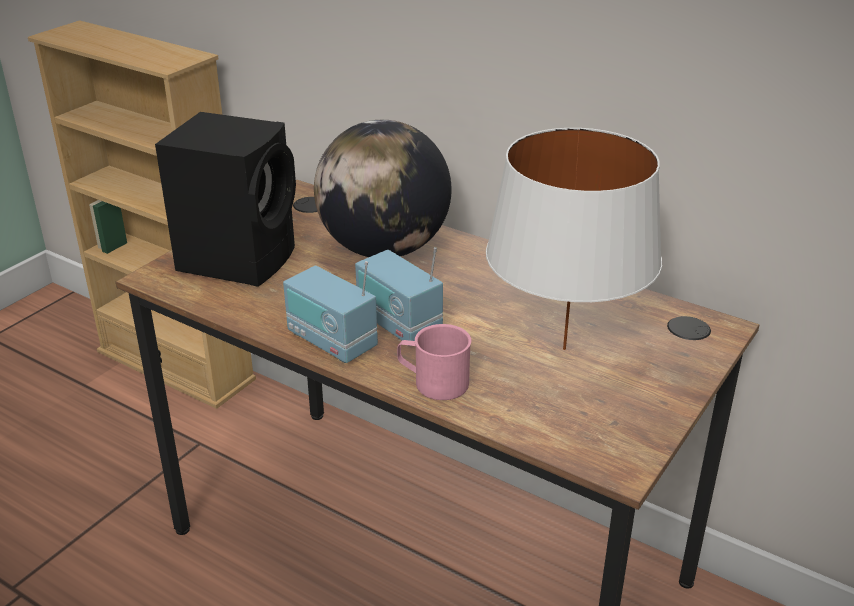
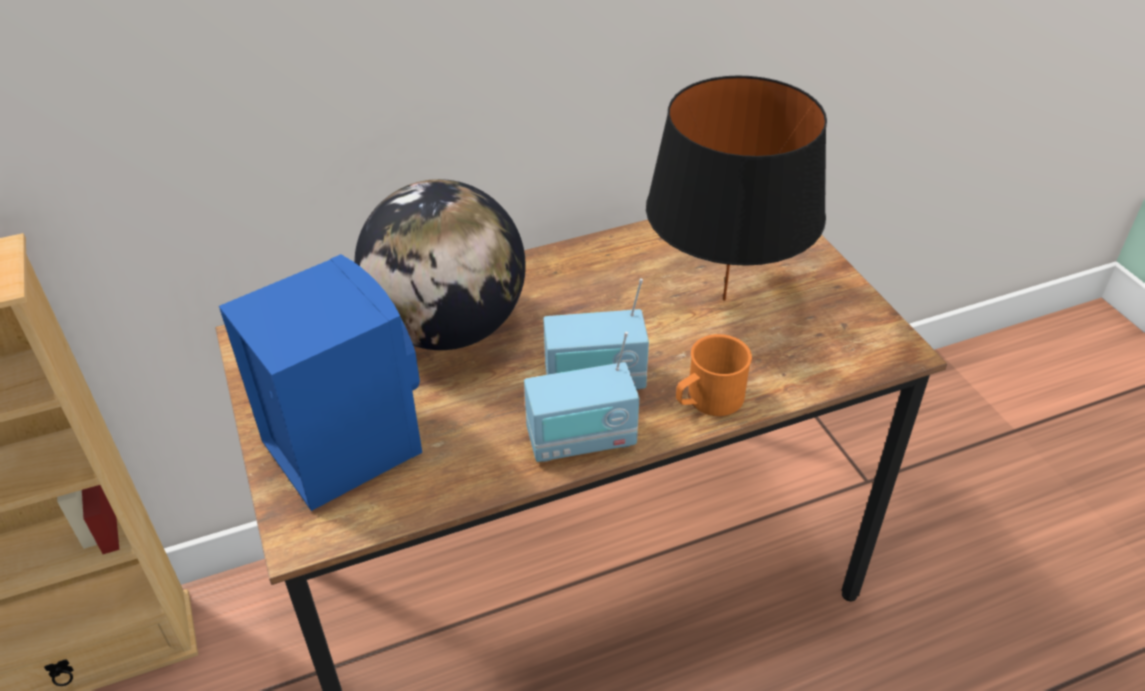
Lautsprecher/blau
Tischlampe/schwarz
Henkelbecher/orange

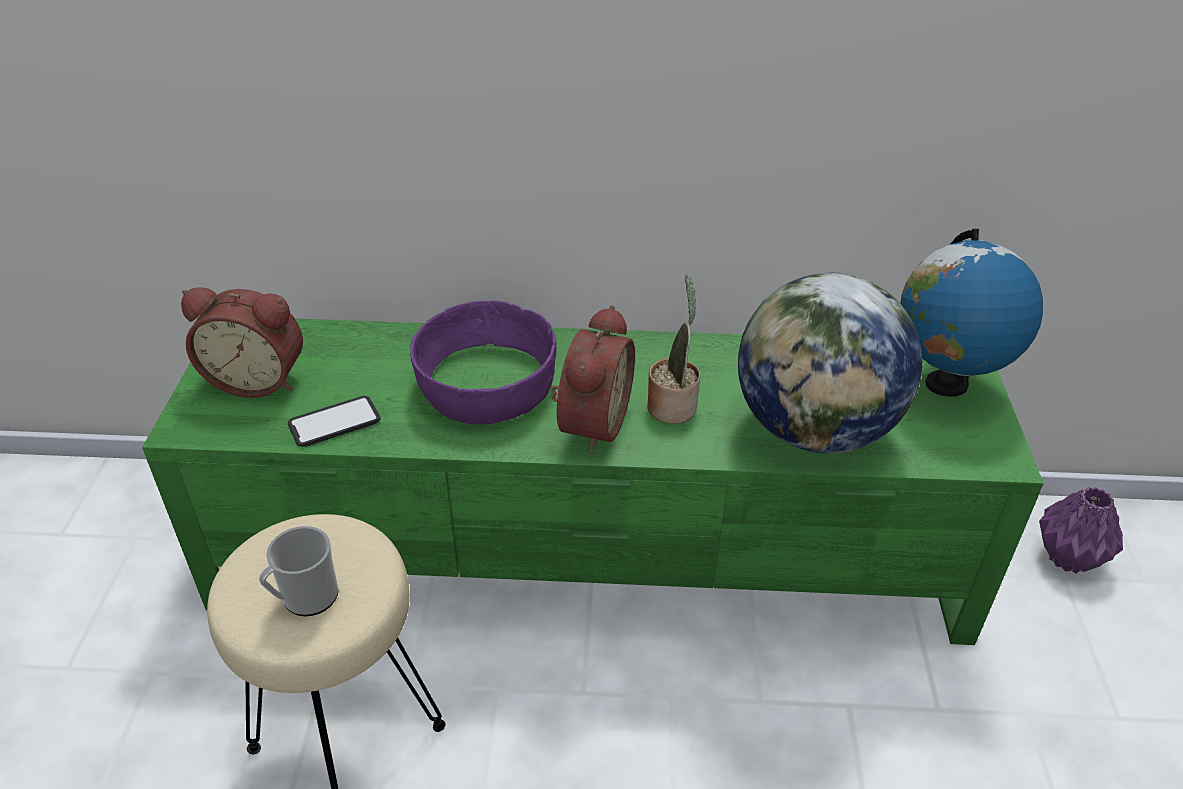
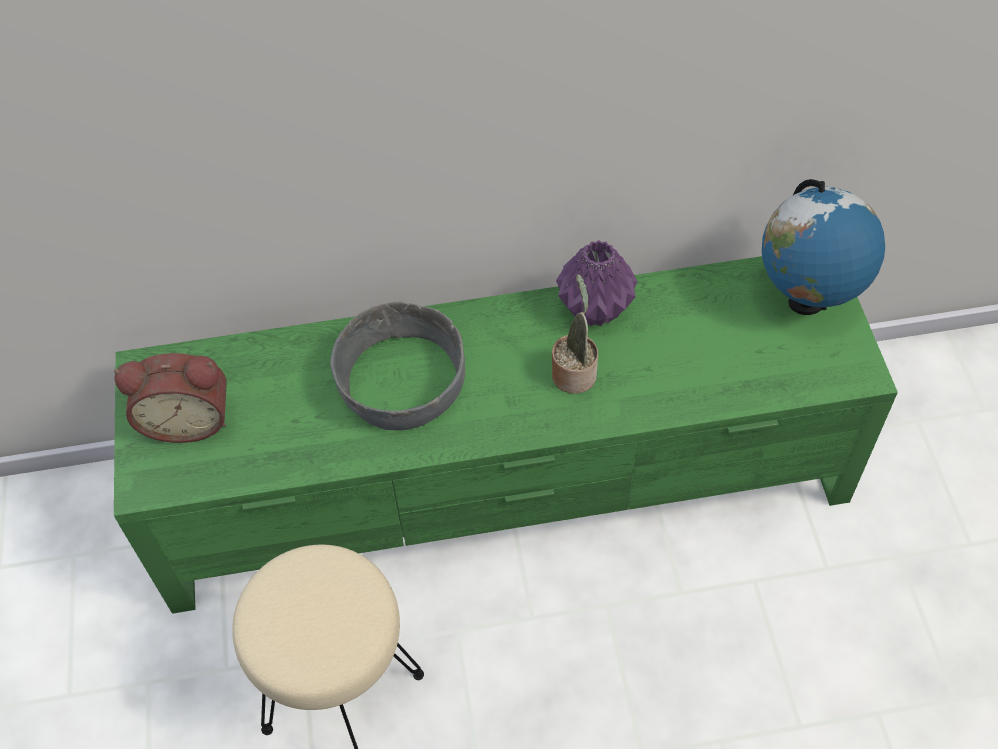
Schüssel/grau
Vase/lila
Henkelbecher
Handy
Wecker (no. 2 from left in the first image)
Globus (no. 1 from left in the first image)

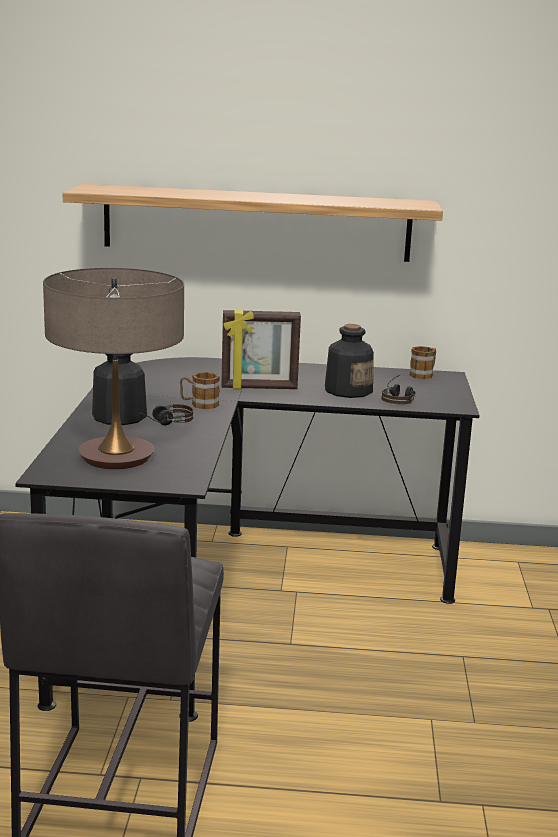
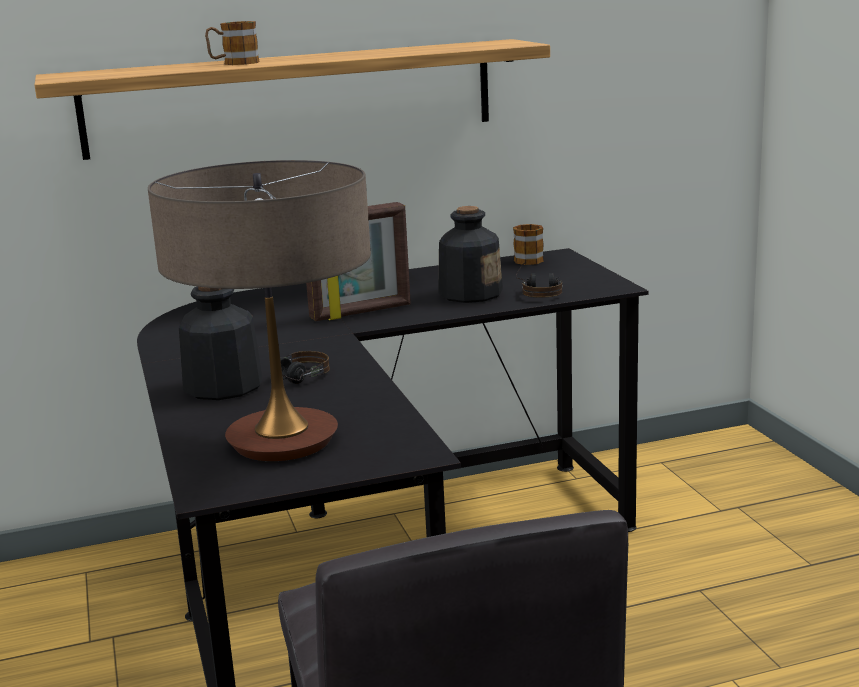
Henkelbecher (no. 1 from left)

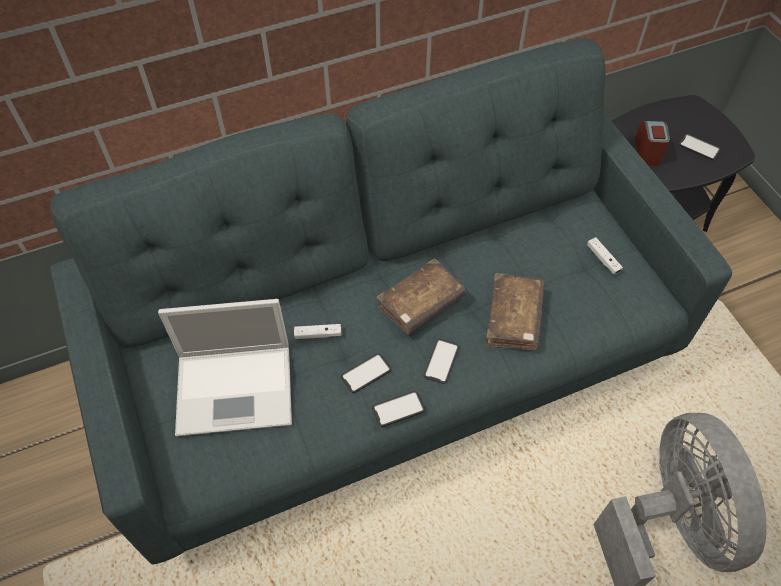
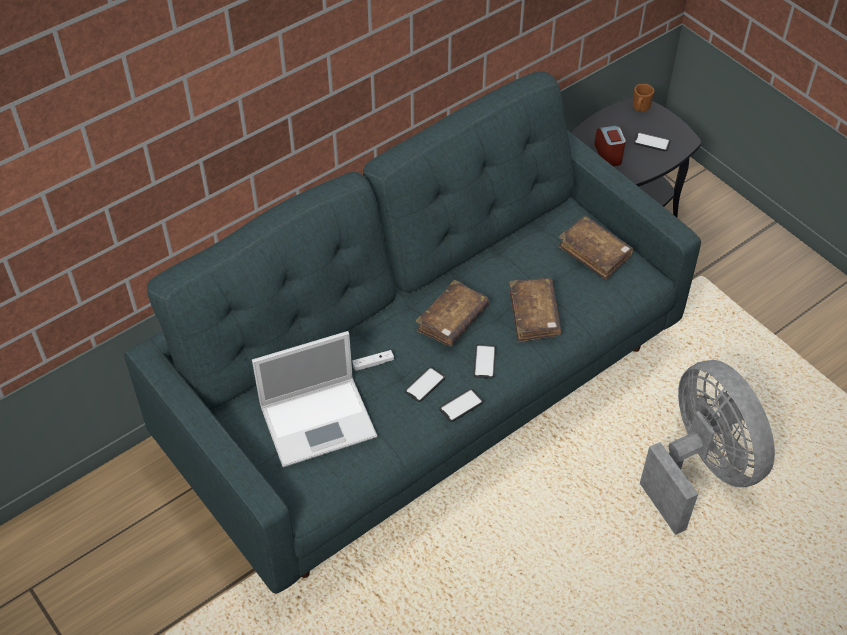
Buch/braun (no. 3 from left)
Henkelbecher/braun

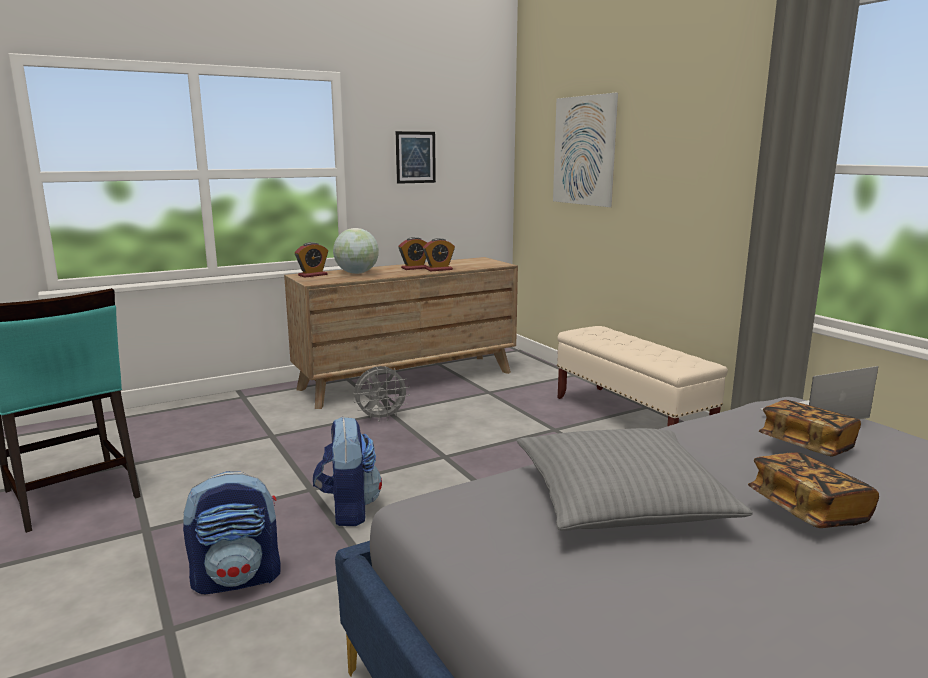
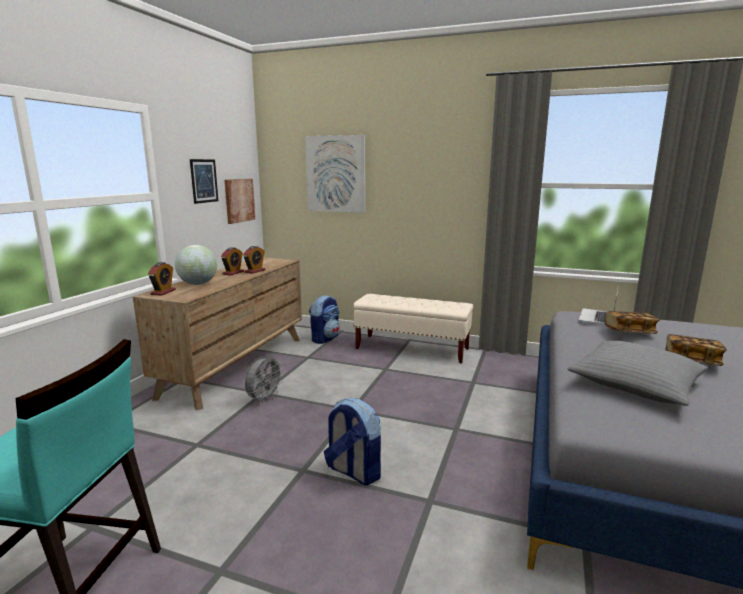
Bild (no. 2 from left)
Rucksack (no. 1 from left)

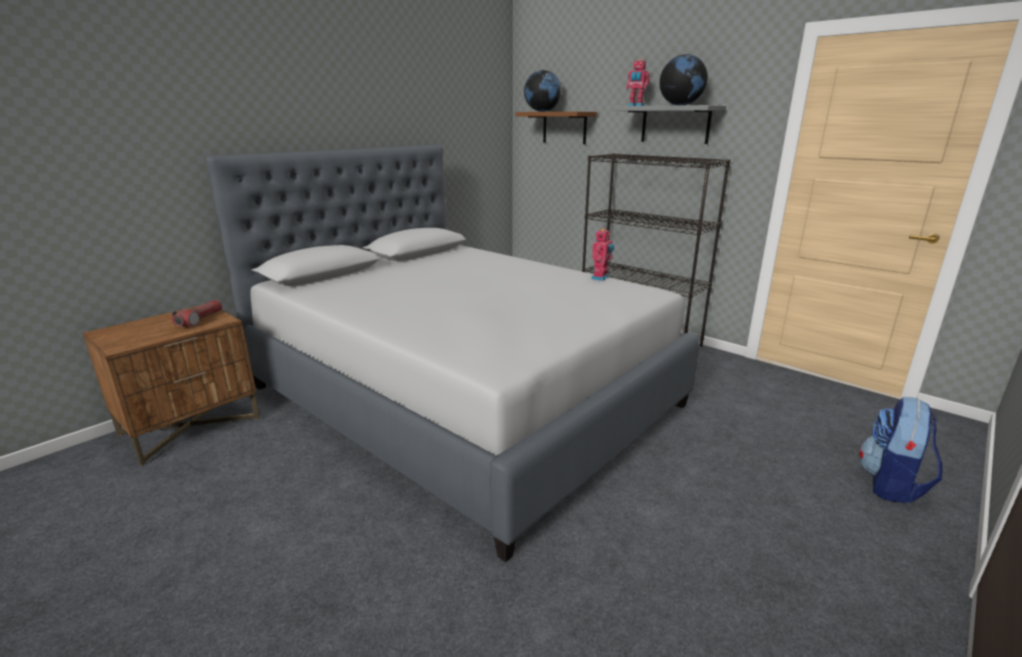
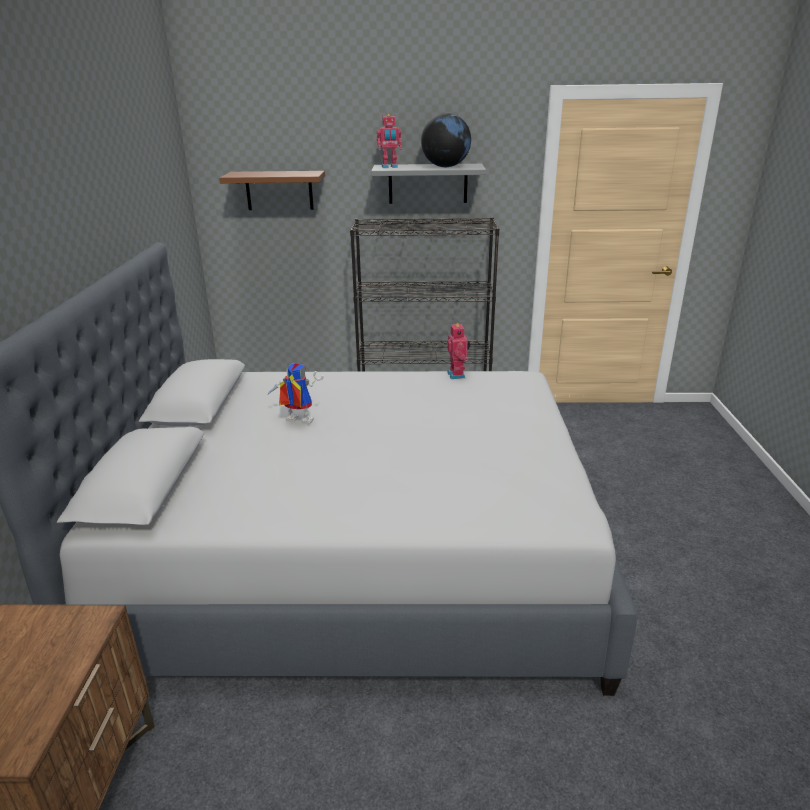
Spielzeugroboter (no. 1 from left)
Taschenlampe
Globus (no. 1 from left in the first image)
Rucksack

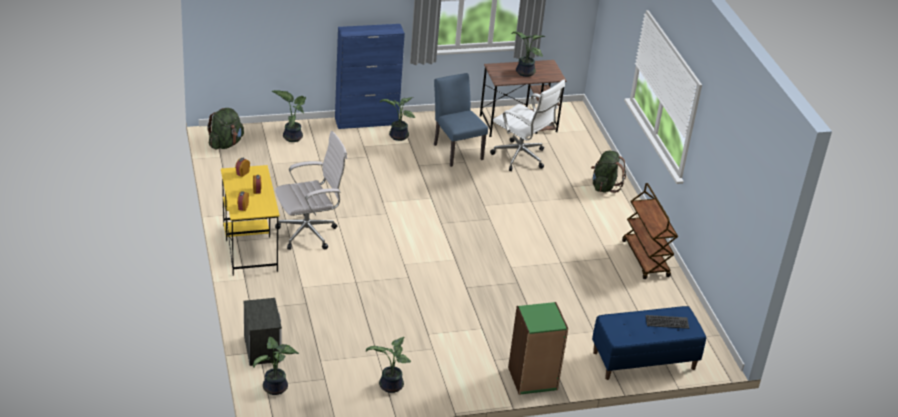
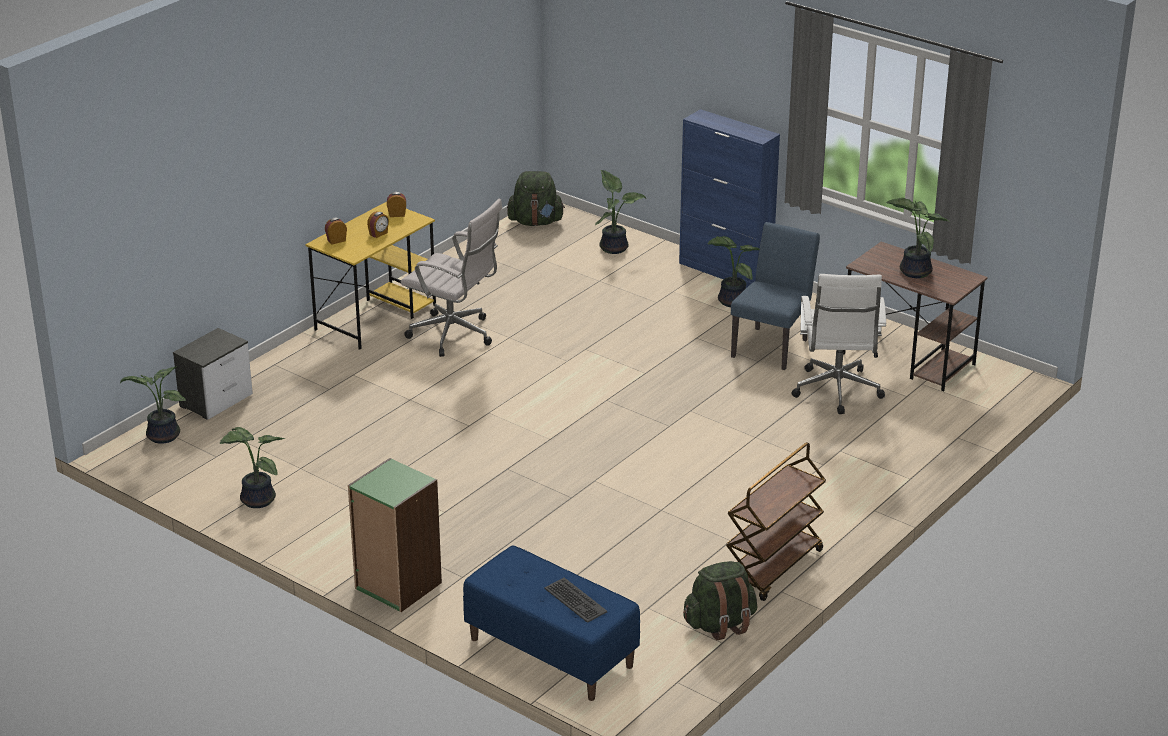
Rucksack/grün (no. 2 from left)

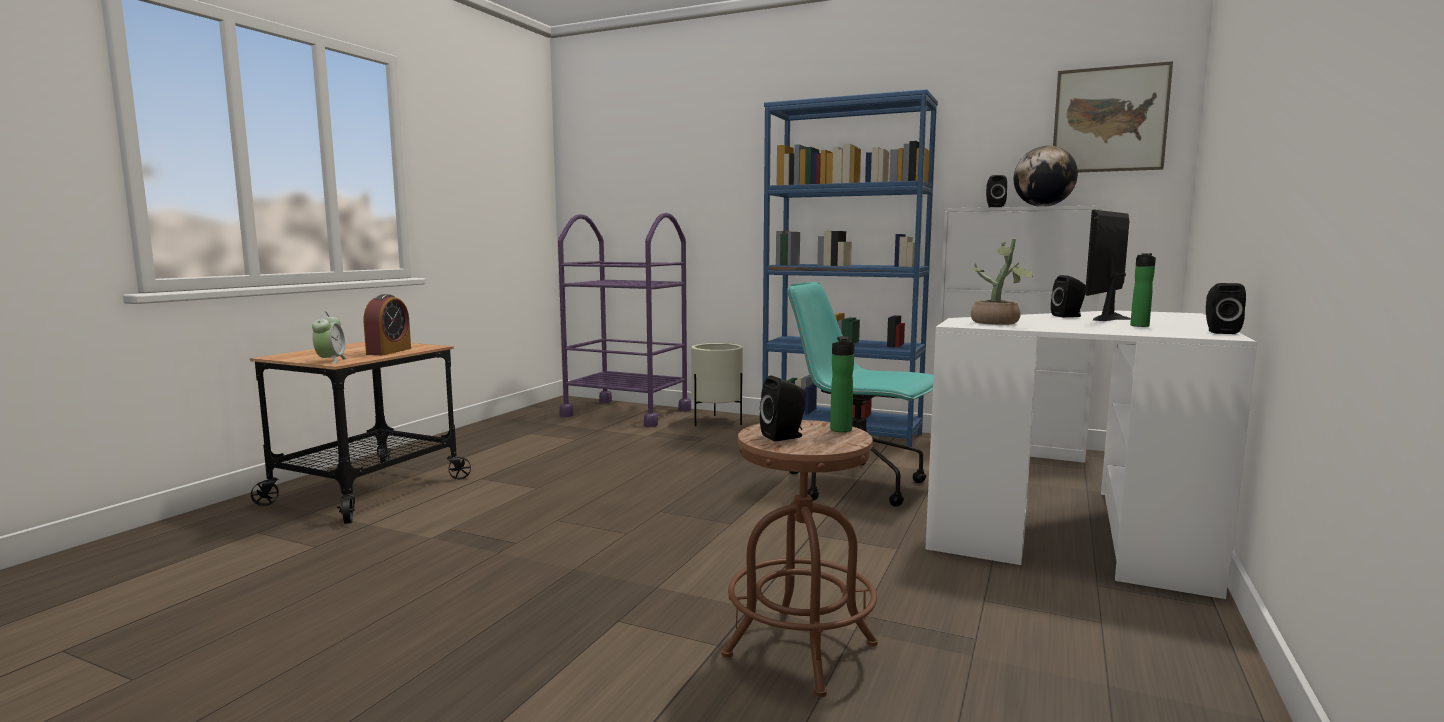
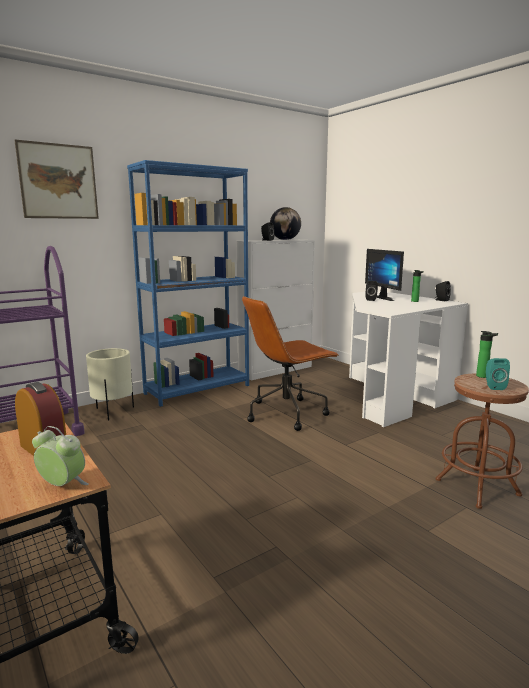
Bild
Bürostuhl/braun
Lautsprecher/türkis
Topfpflanze

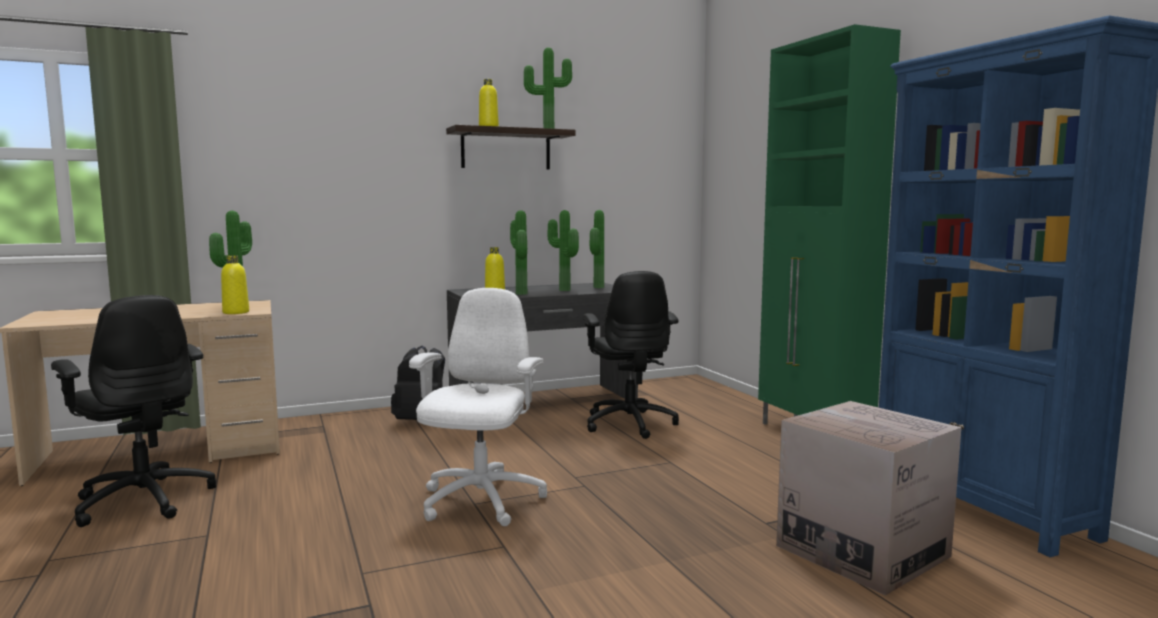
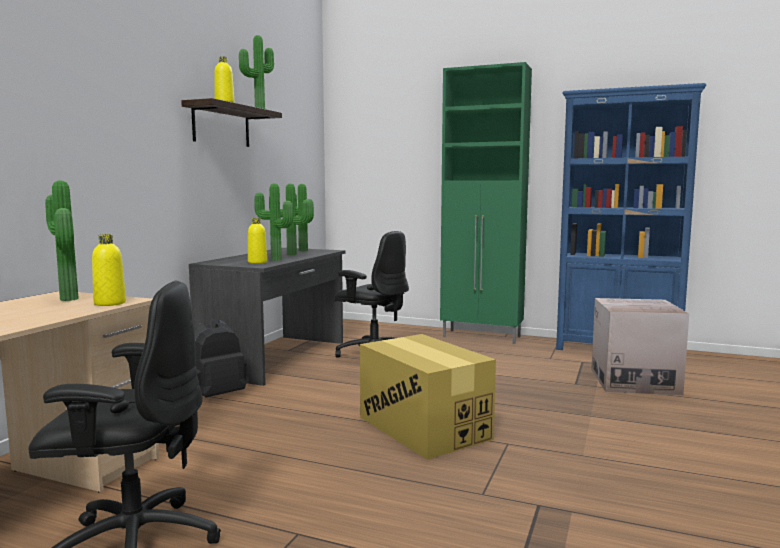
Karton (no. 1 from left)

